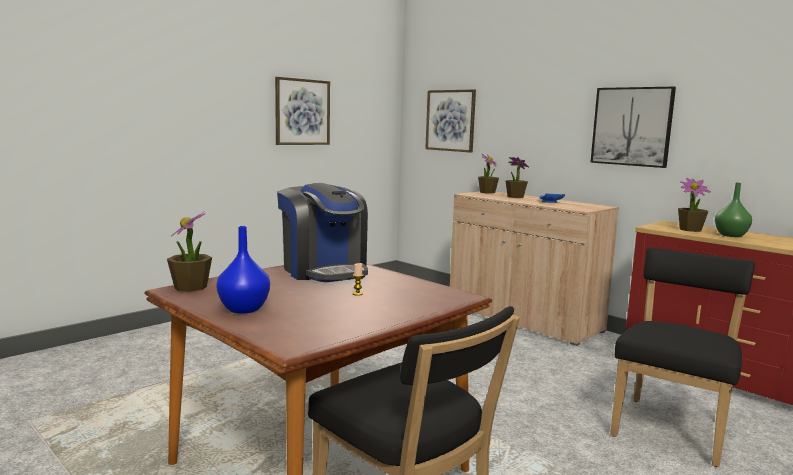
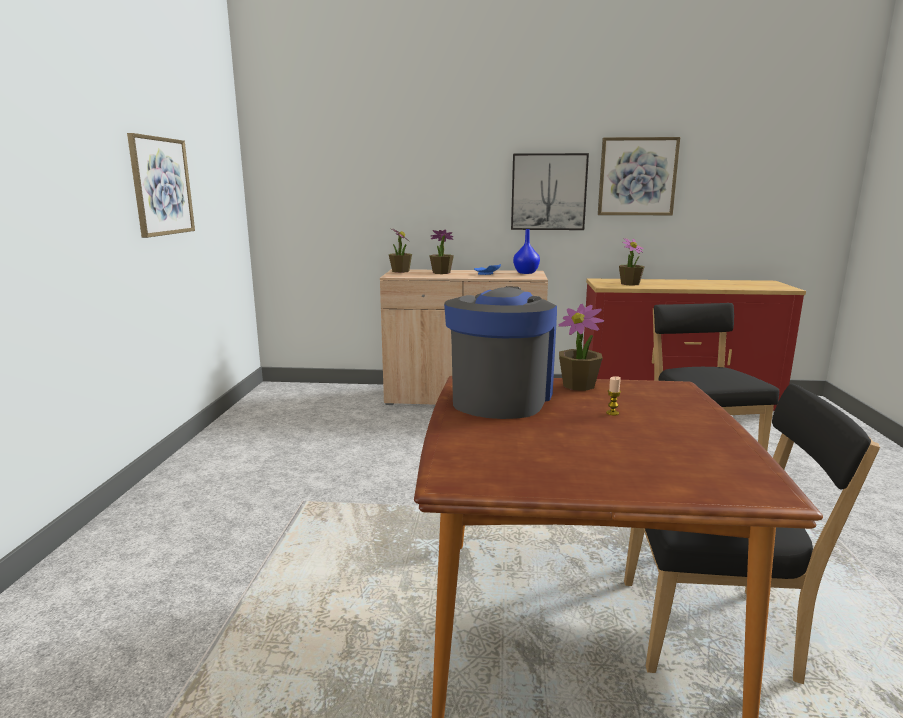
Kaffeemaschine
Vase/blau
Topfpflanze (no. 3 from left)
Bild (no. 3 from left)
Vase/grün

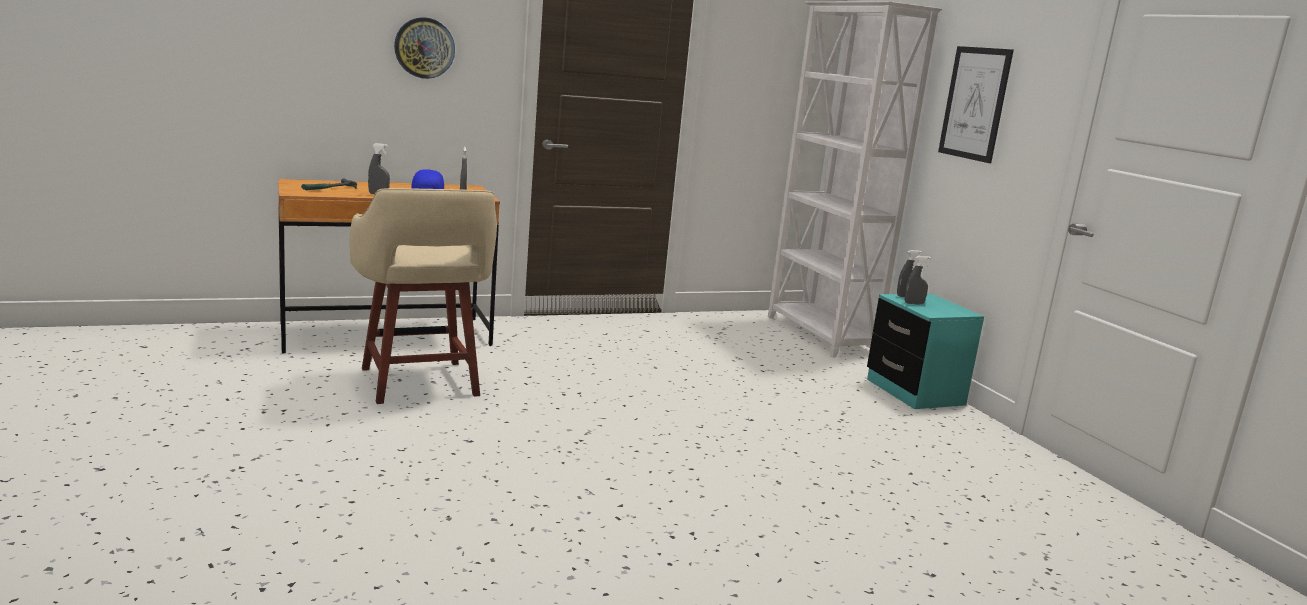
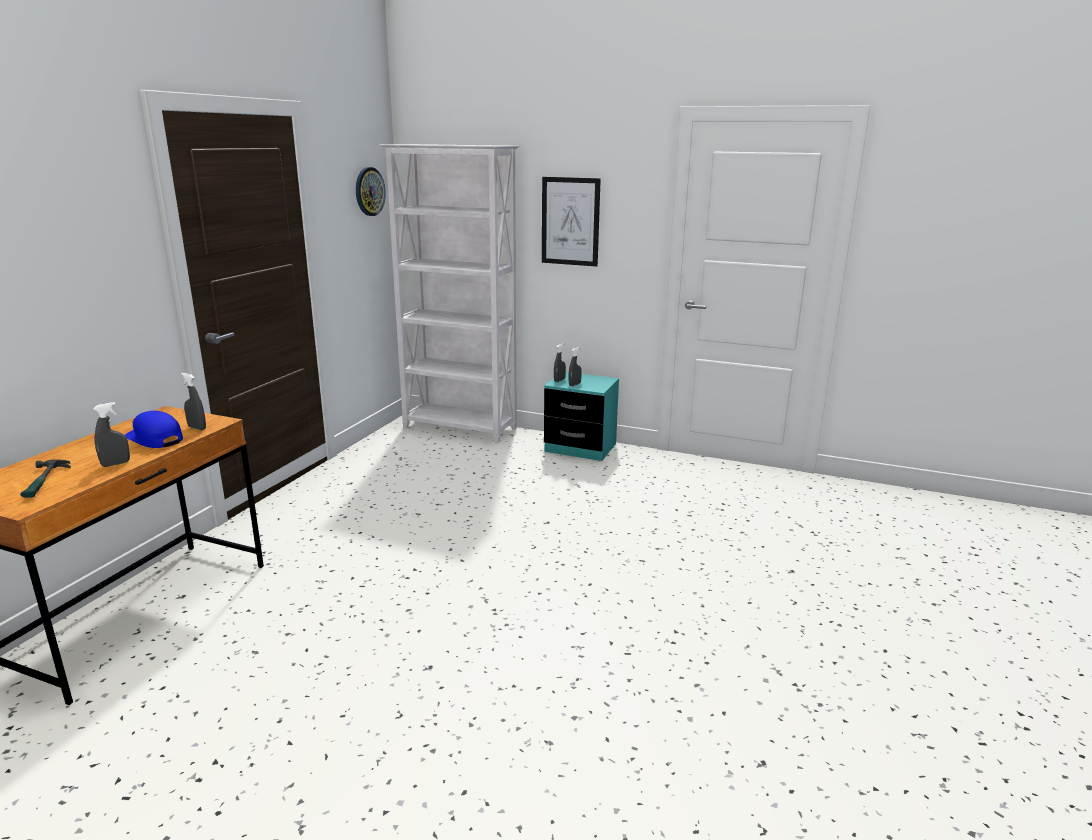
Wanduhr
Hocker/beige

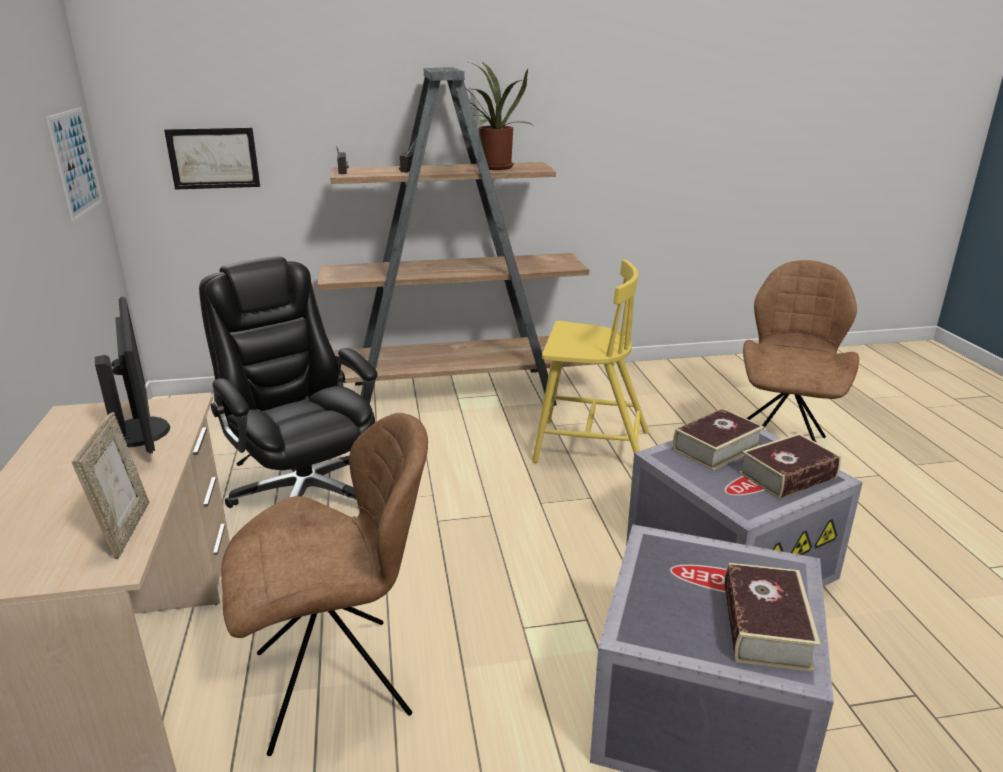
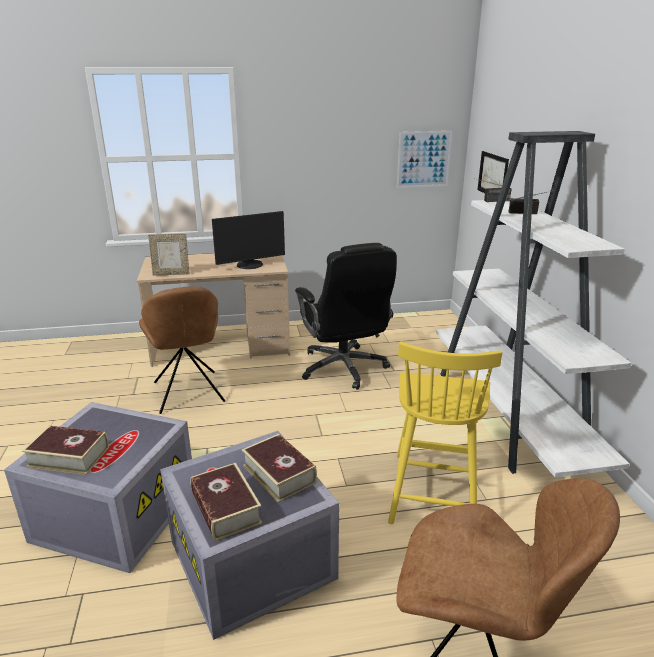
Bürostuhl/schwarz
Bücherregal/weiß
Topfpflanze

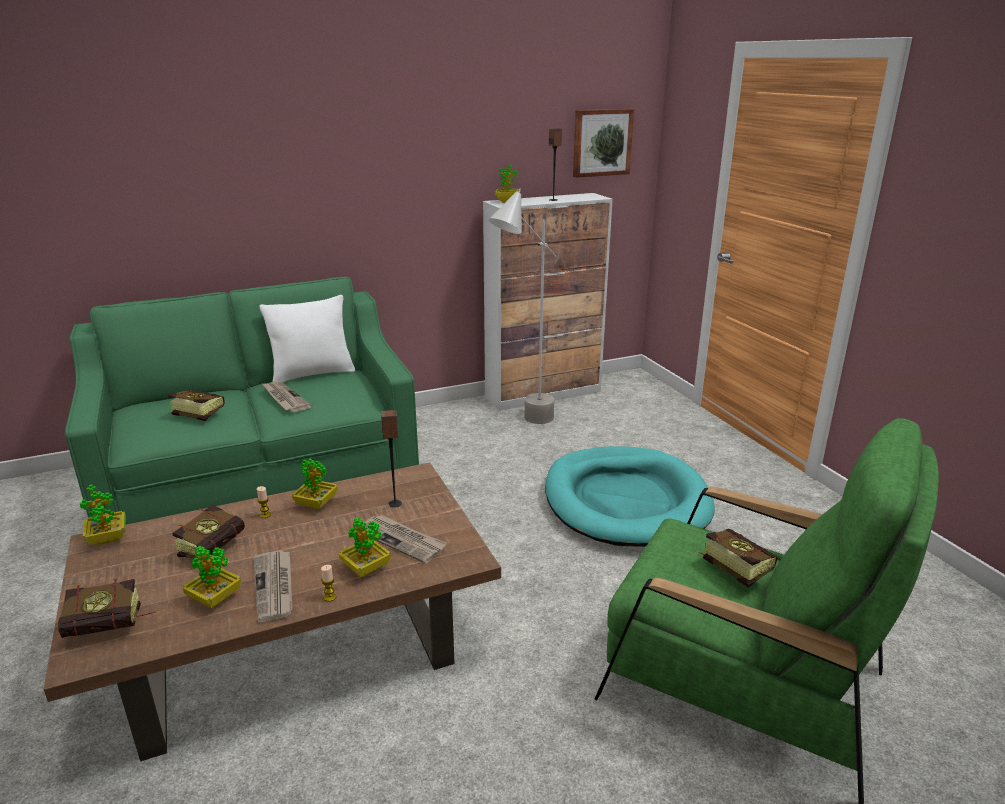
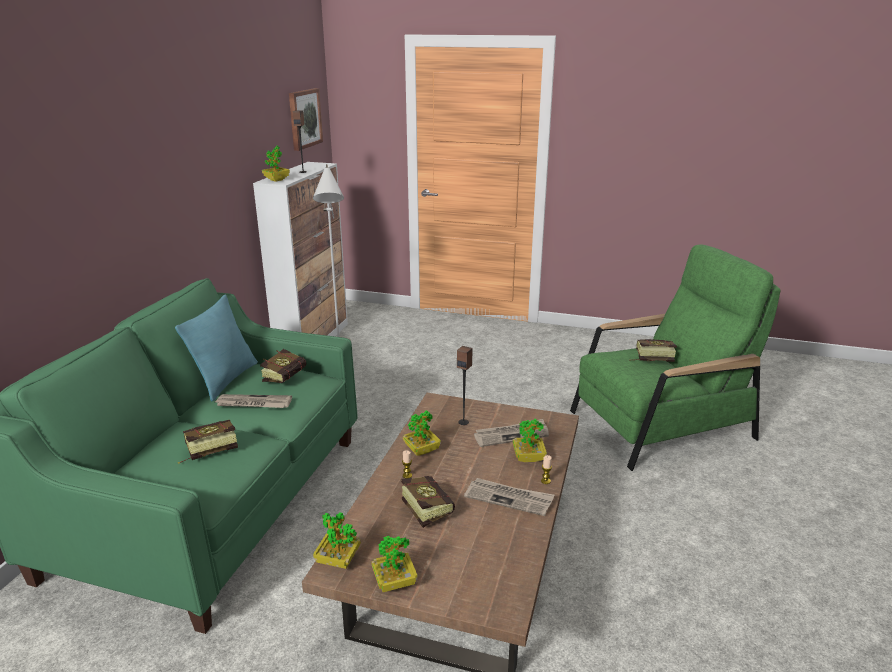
Kissen/türkis
Buch (no. 2 from left)
Topfpflanze (no. 3 from left)
Hundebett/türkis

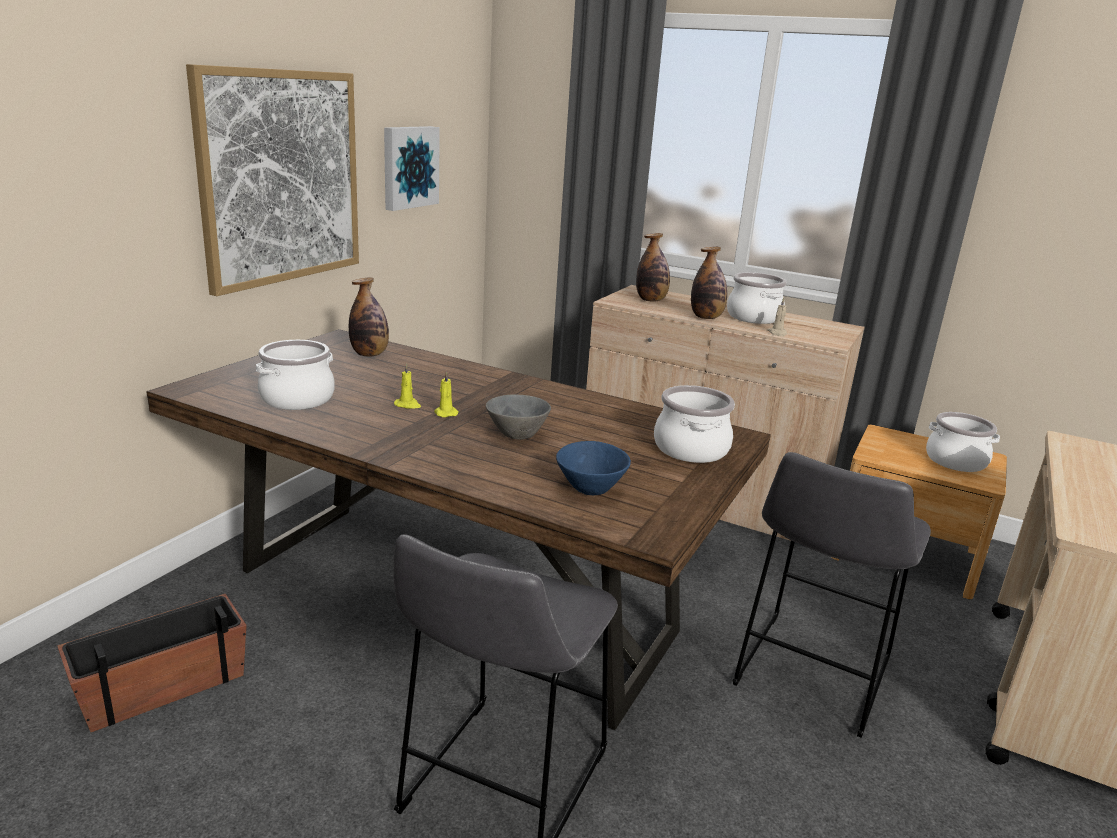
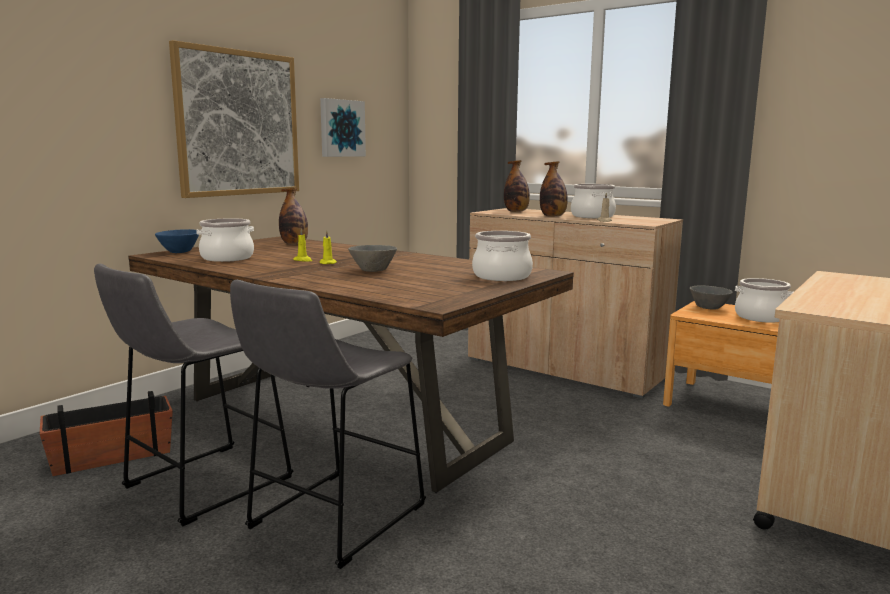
Hocker/grau (no. 1 from left)
Schüssel/blau
Schüssel/grau (no. 2 from left)

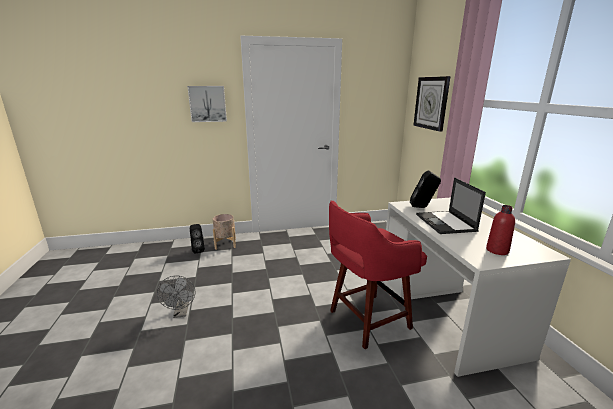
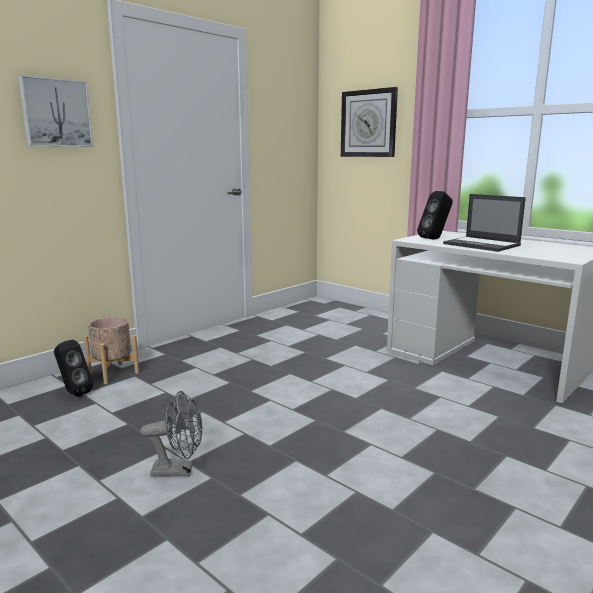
Ventilator/grau
Hocker/rot
Flasche/rot

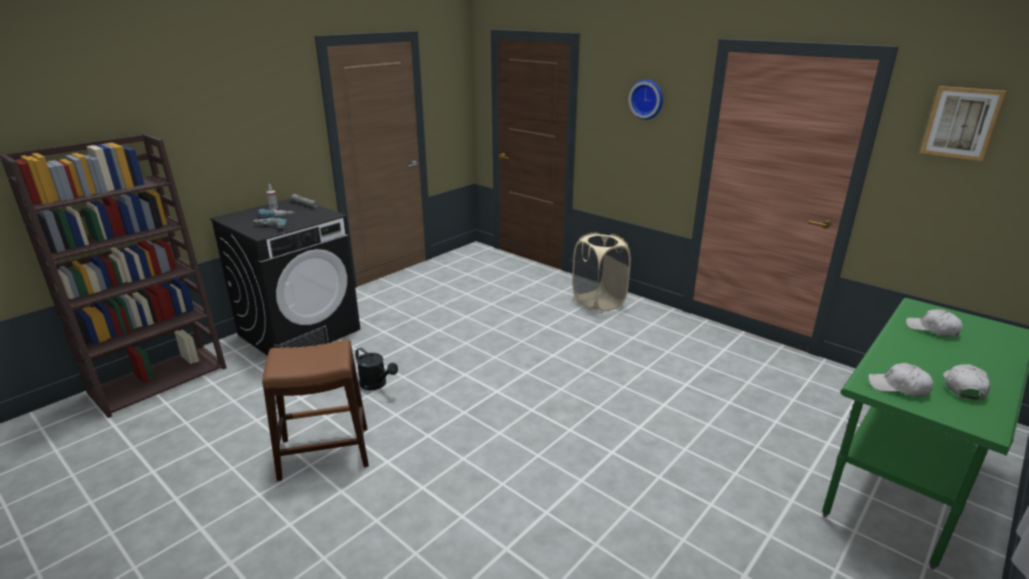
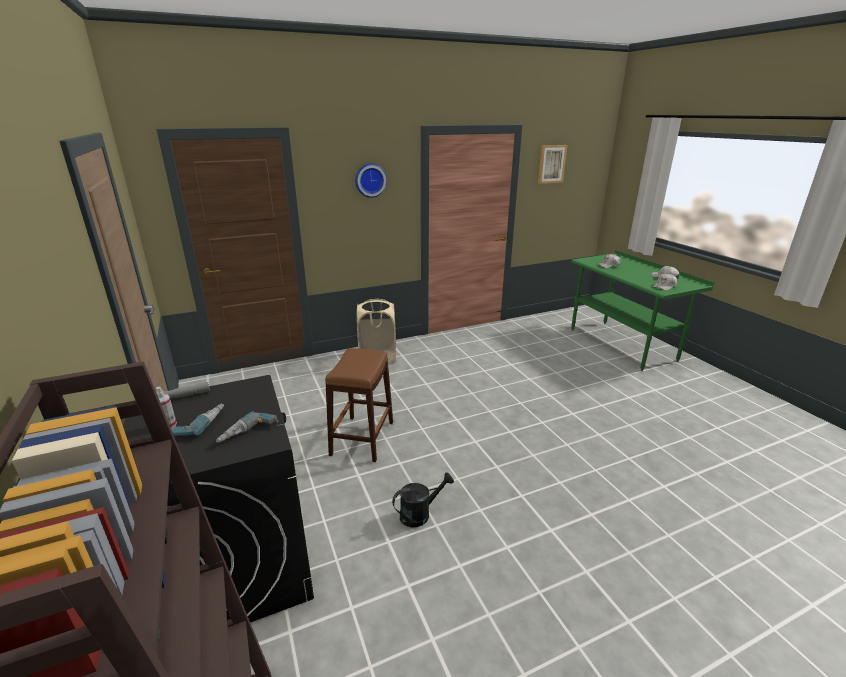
Hocker/braun

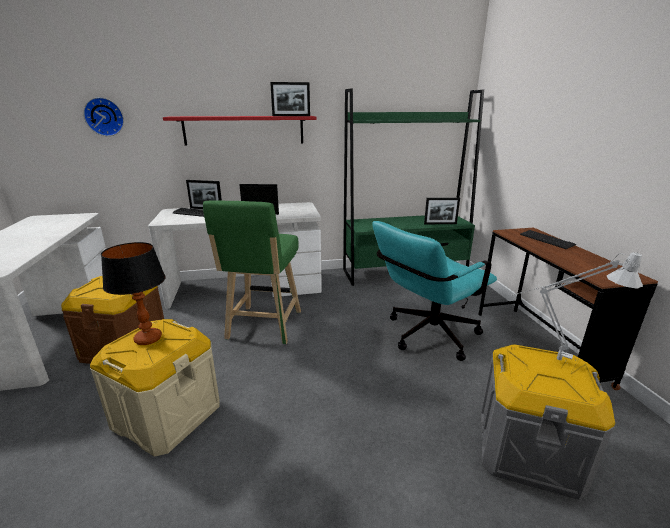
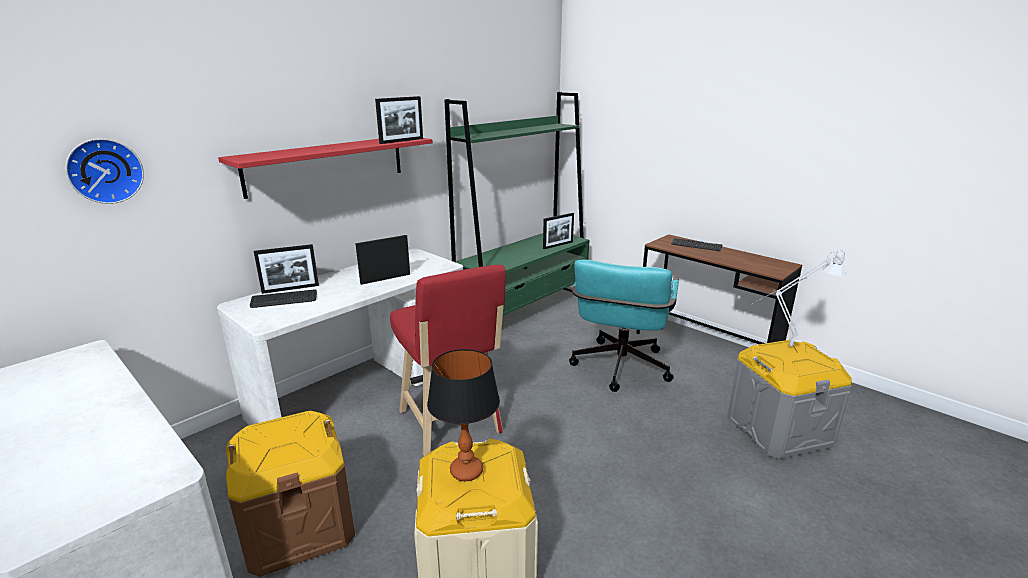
Hocker/rot

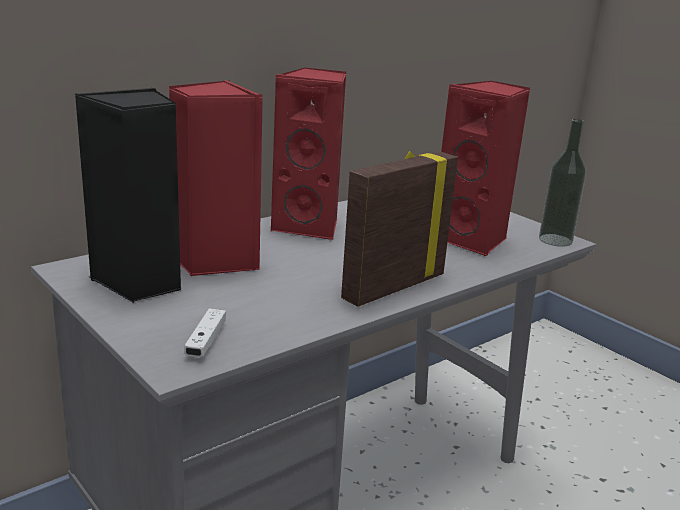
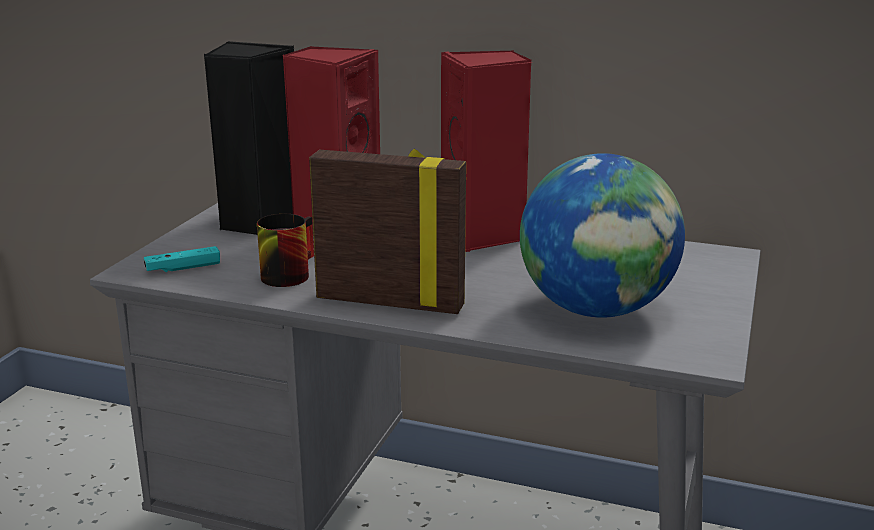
Gamepad/türkis
Henkelbecher
Globus
Flasche

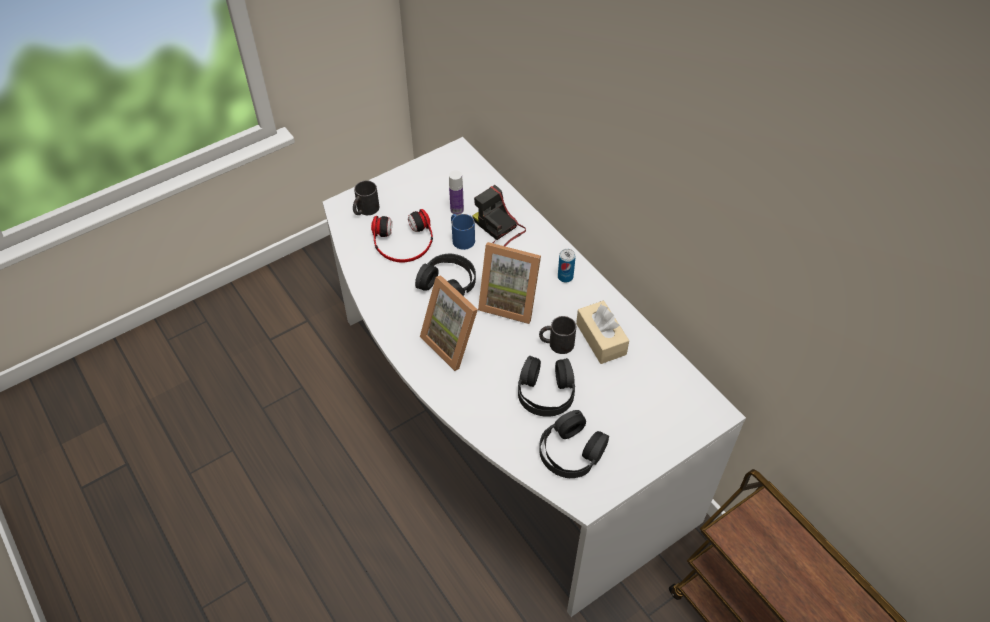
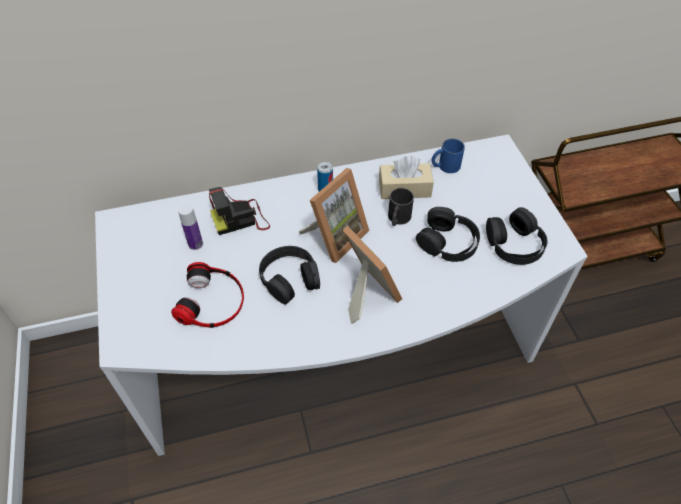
Bilderrahmen (no. 2 from left)
Henkelbecher/blau
Henkelbecher/schwarz (no. 1 from left in the first image)

